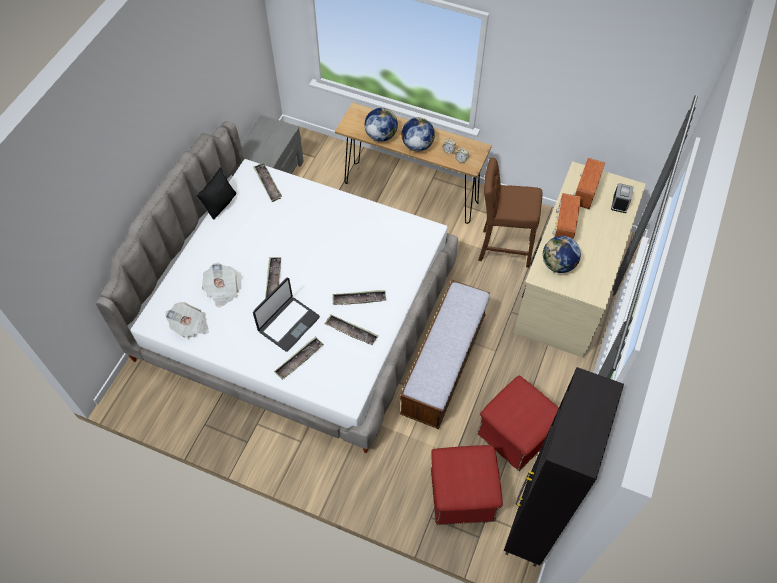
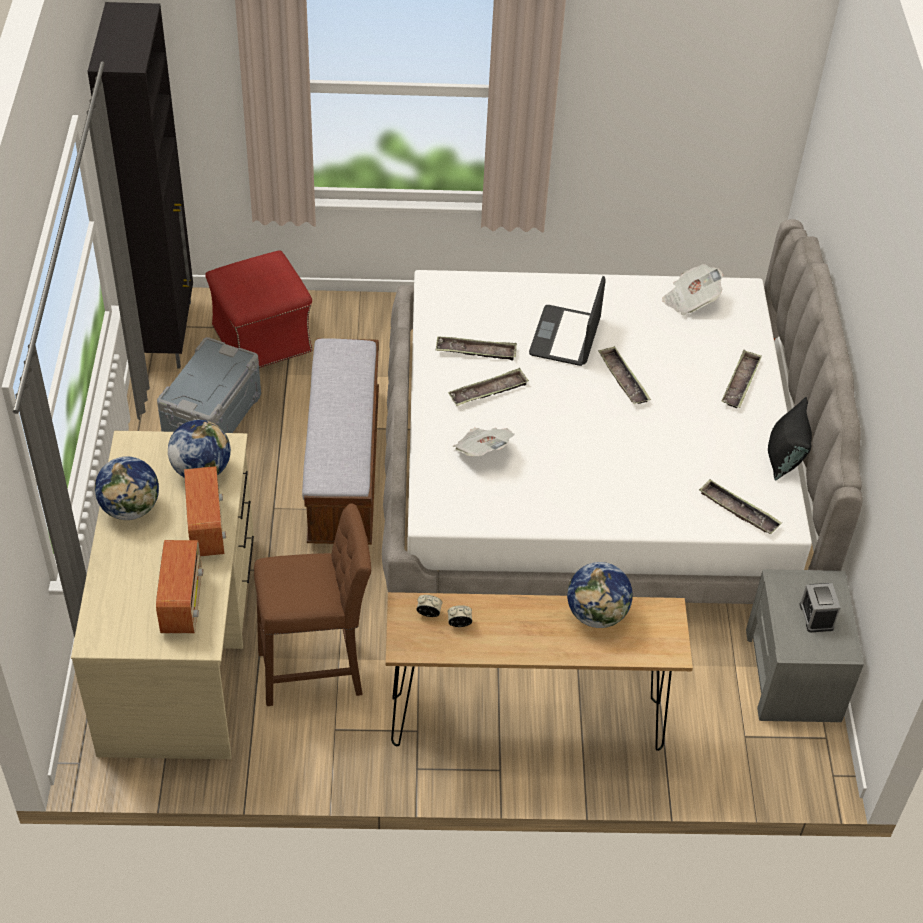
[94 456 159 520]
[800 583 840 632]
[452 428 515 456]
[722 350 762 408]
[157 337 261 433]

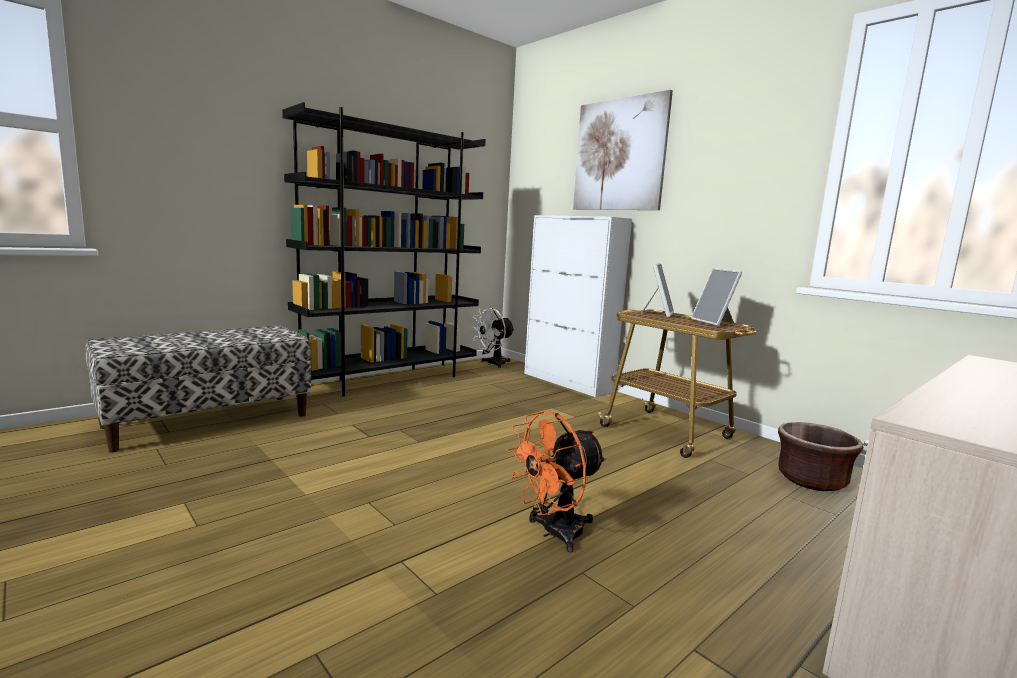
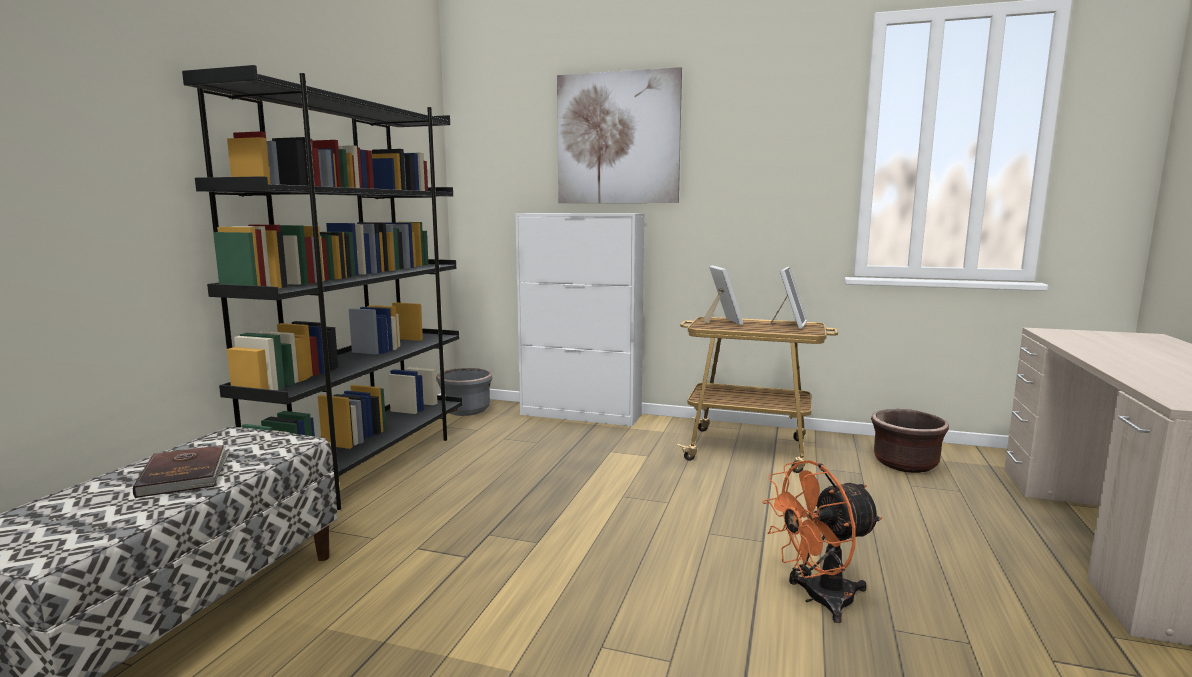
[769 267 807 329]
[436 368 492 416]
[762 460 882 623]
[133 445 230 498]

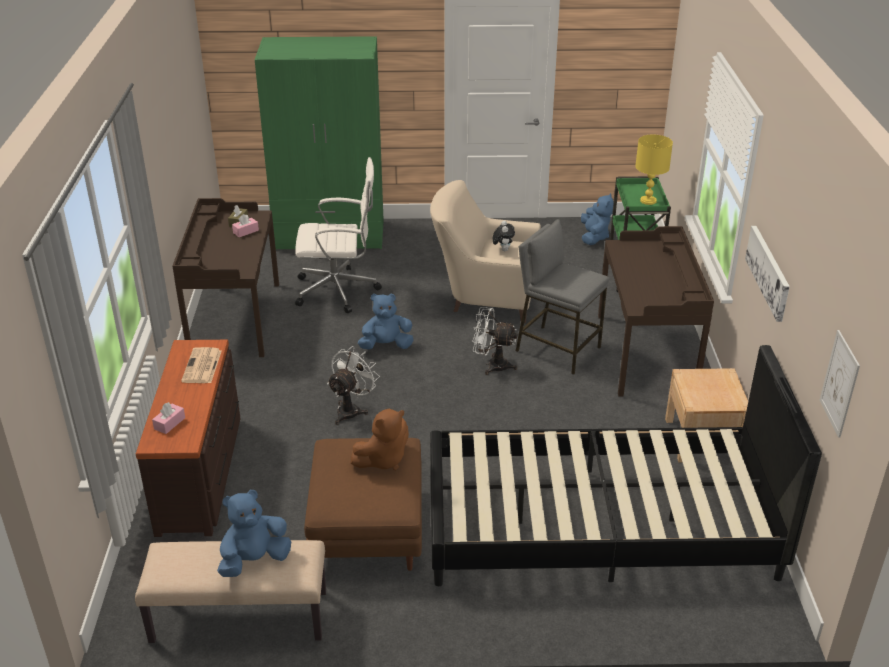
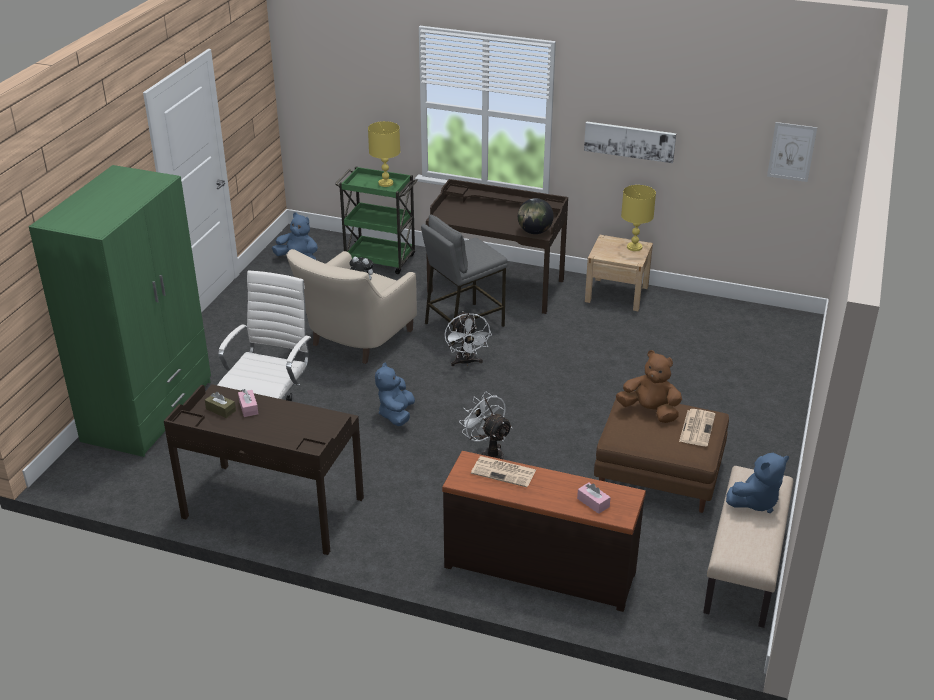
[444 311 492 366]
[430 345 822 586] (first image)
[616 350 682 423]
[726 453 789 513]
[621 185 656 251]
[518 198 554 234]
[679 409 715 447]

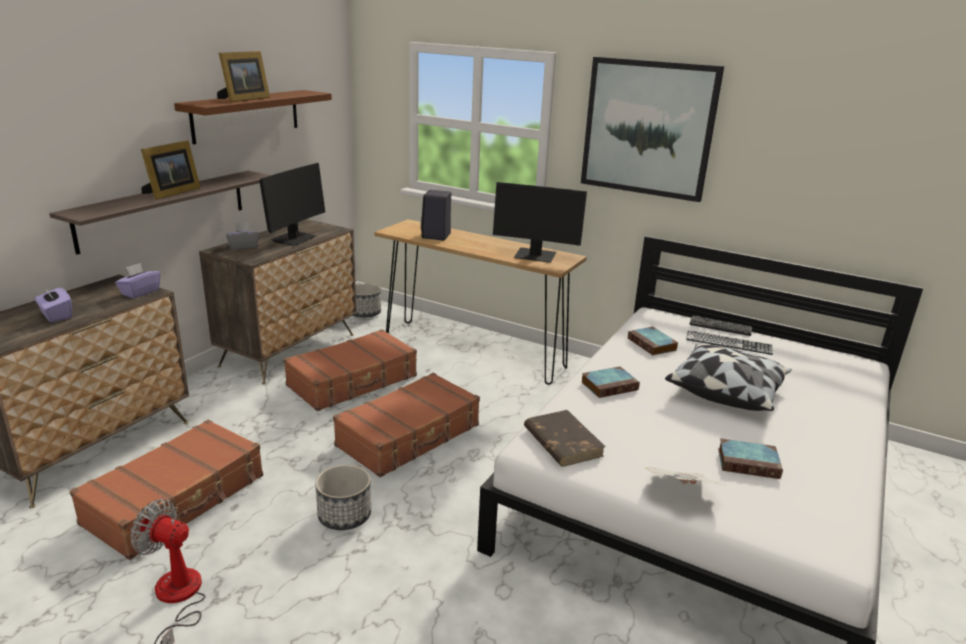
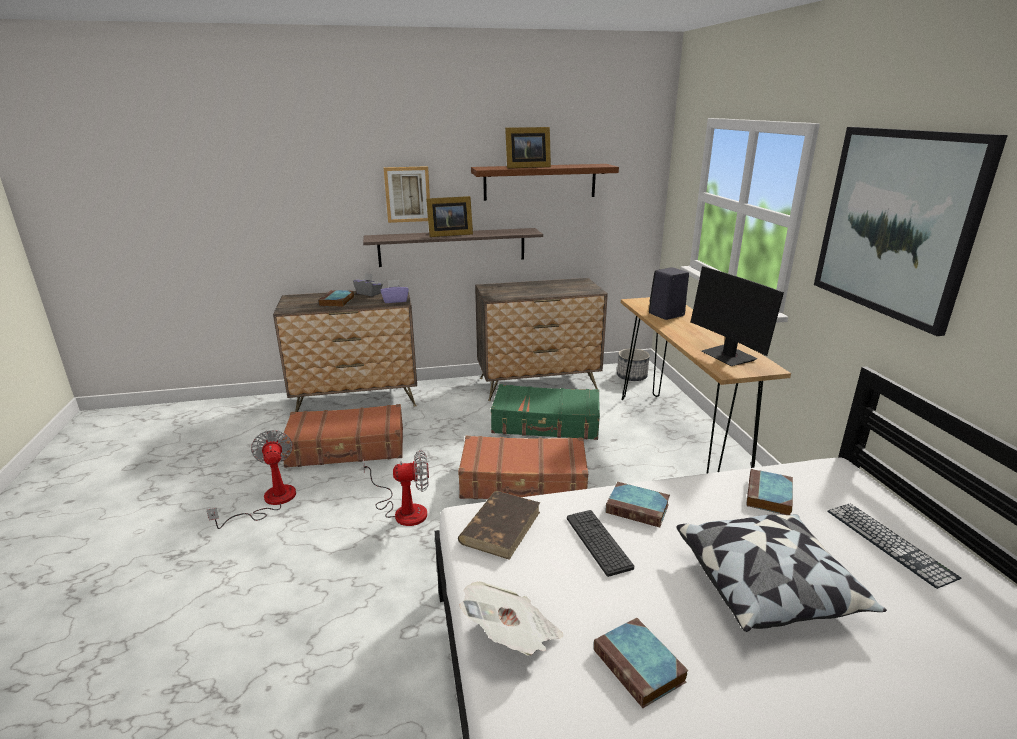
[259 163 325 246] (first image)
[353 273 383 296]
[318 290 354 307]
[567 510 634 577]
[491 384 600 440]
[363 450 429 526]
[384 166 430 223]

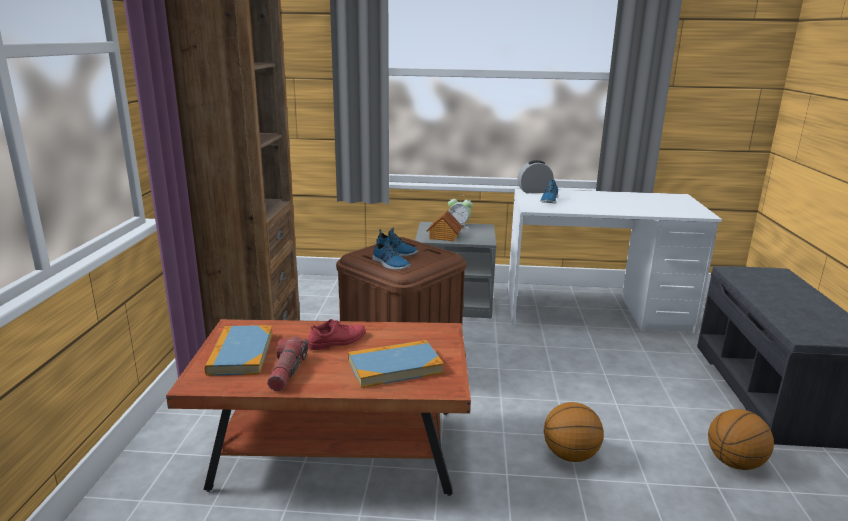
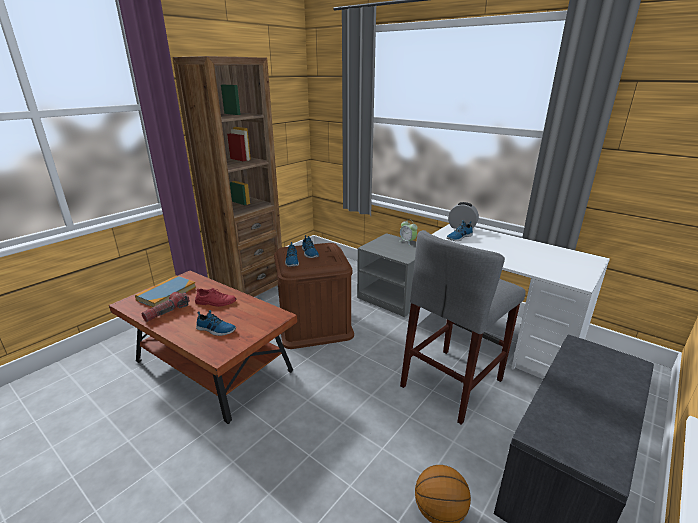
[427 210 463 242] (first image)
[196 310 236 336]
[544 402 604 462] (first image)
[400 230 526 425]

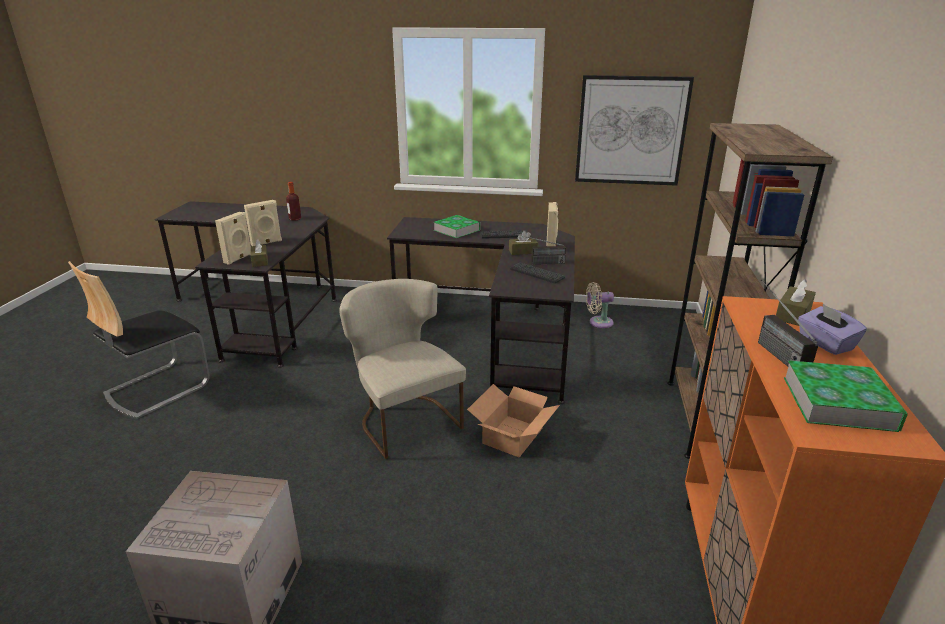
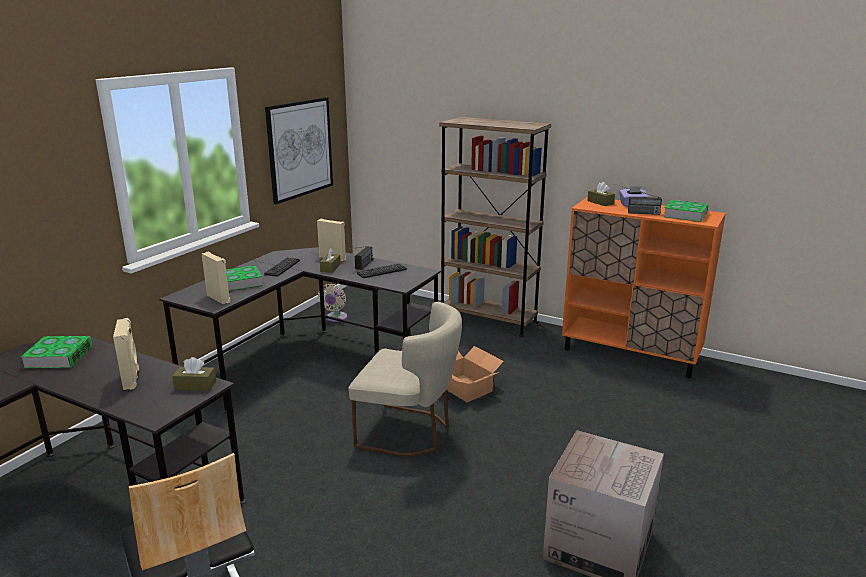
[21 336 92 368]
[202 251 230 304]
[349 301 462 457]

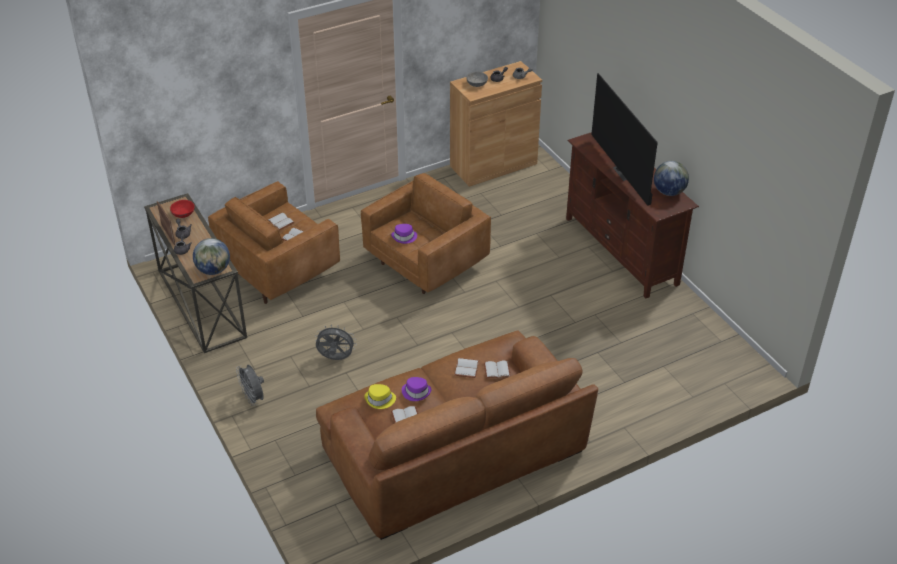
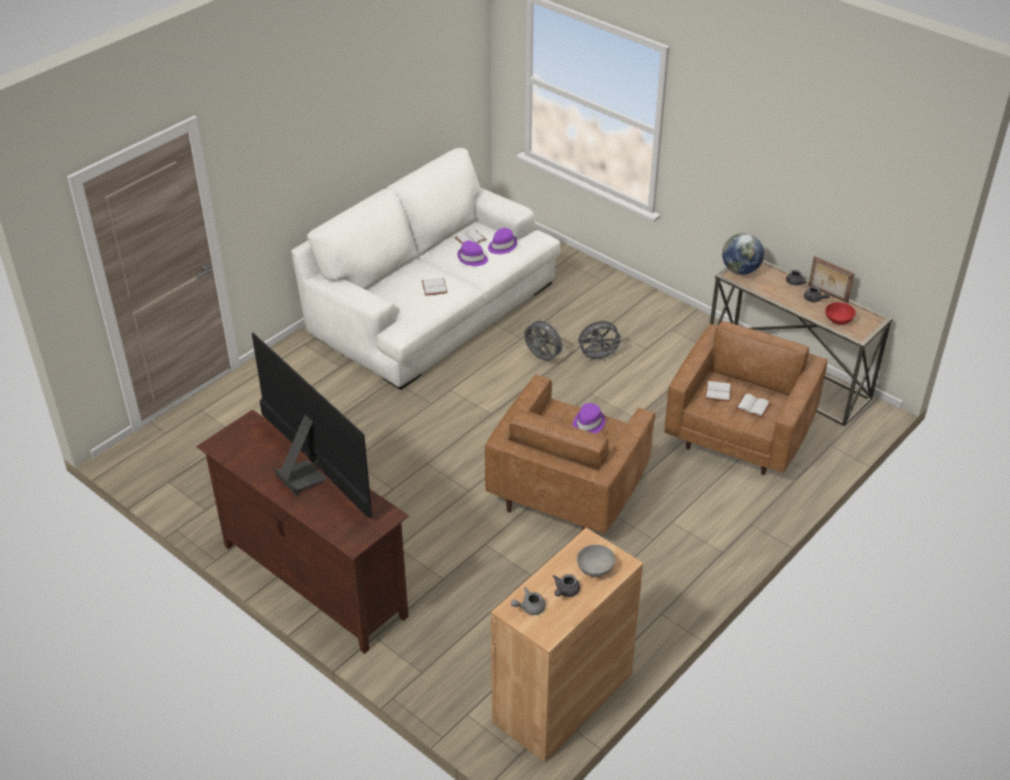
[654 161 689 196] (first image)
[291 148 560 390]
[484 360 511 379] (first image)
[524 317 566 361]
[488 228 517 254]

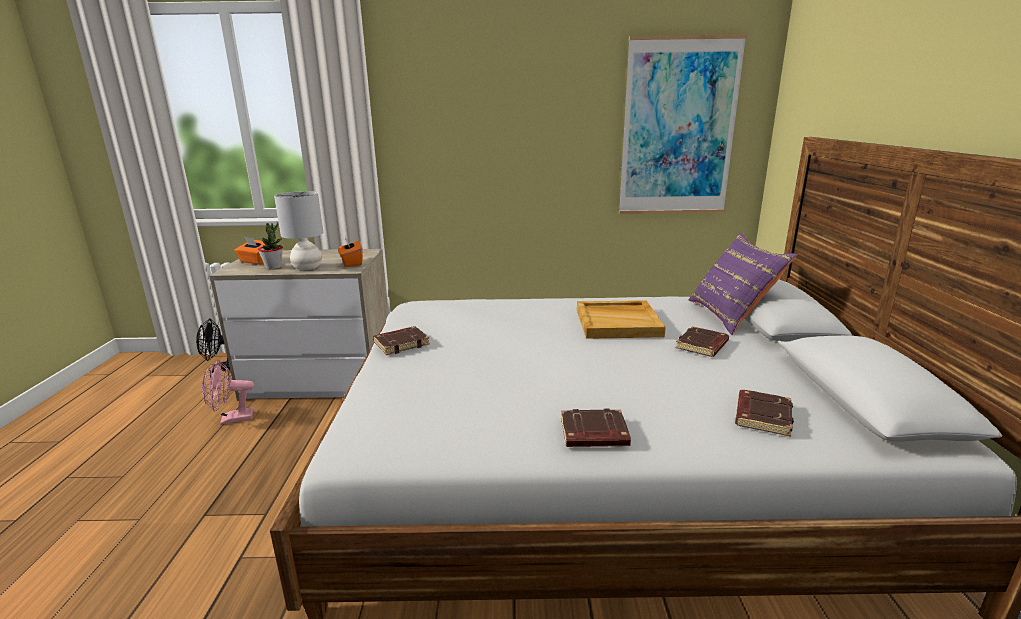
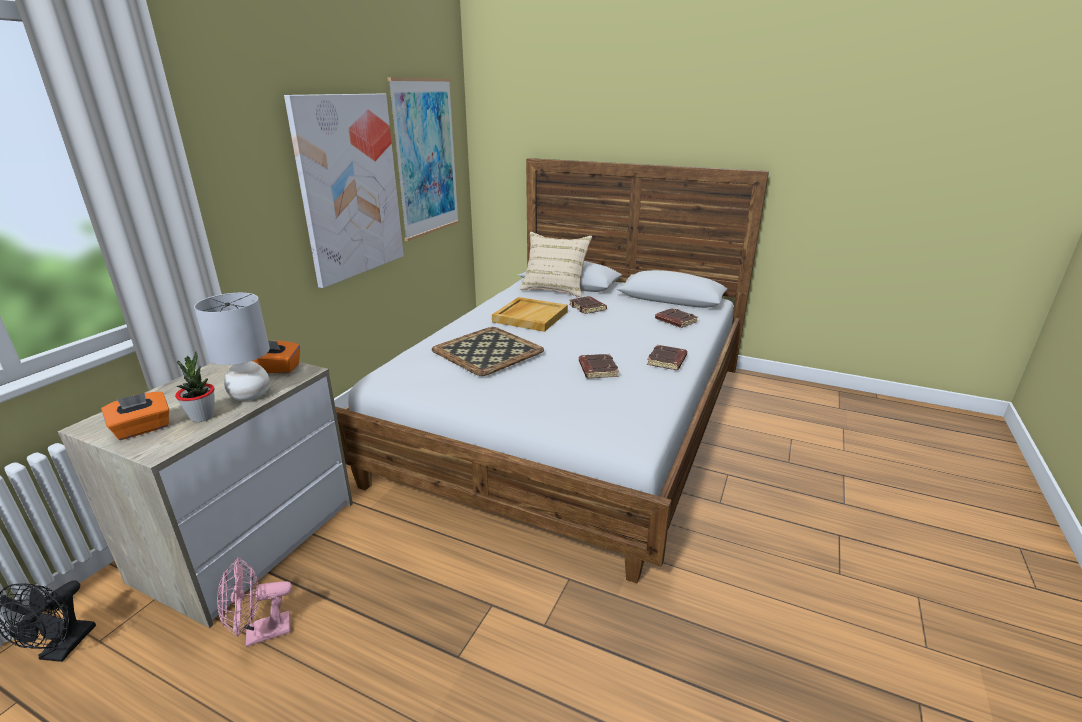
[520 232 592 297]
[579 354 619 379]
[217 557 292 647]
[284 94 404 288]
[432 327 544 376]

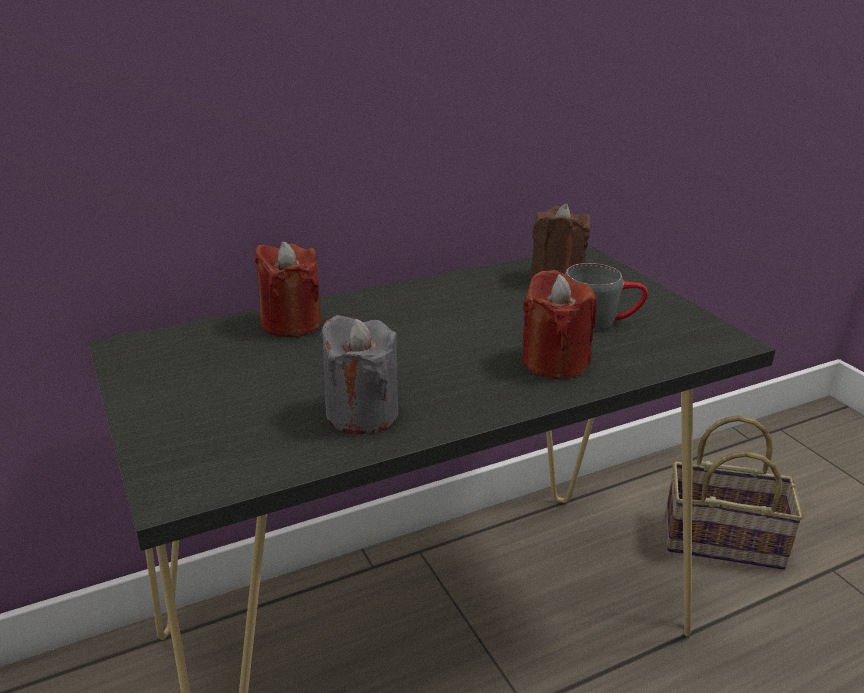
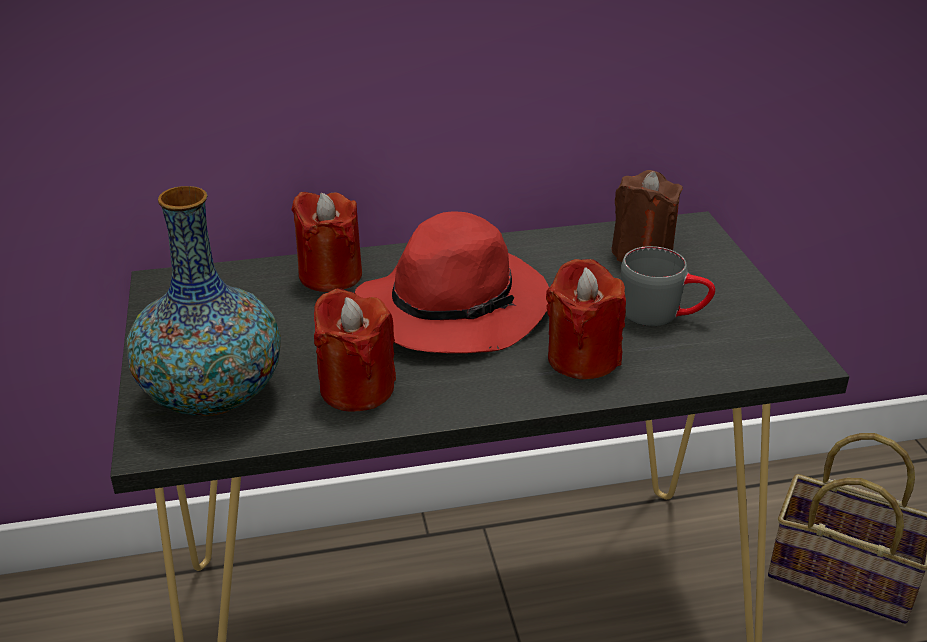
[314 288 396 411]
[126 186 281 416]
[355 212 549 353]

